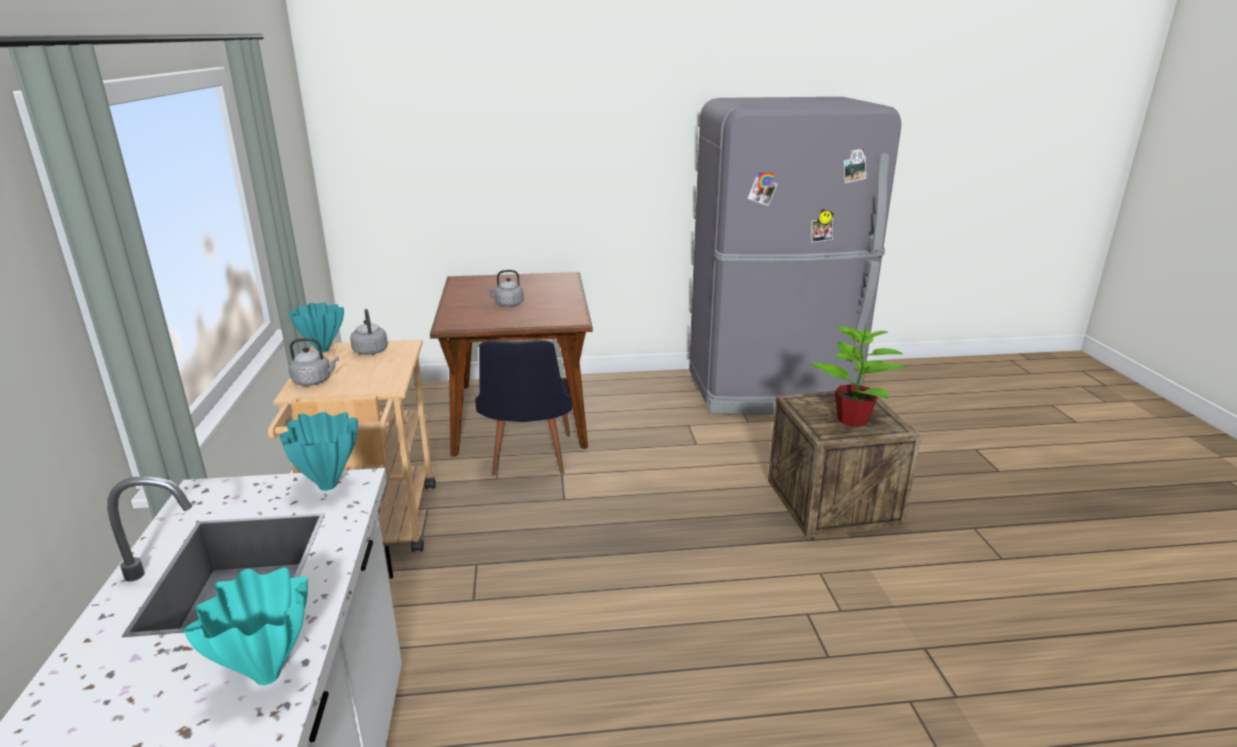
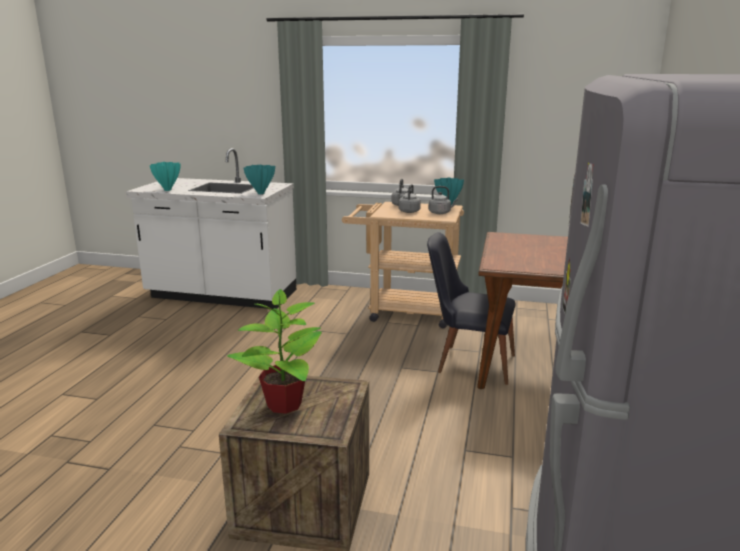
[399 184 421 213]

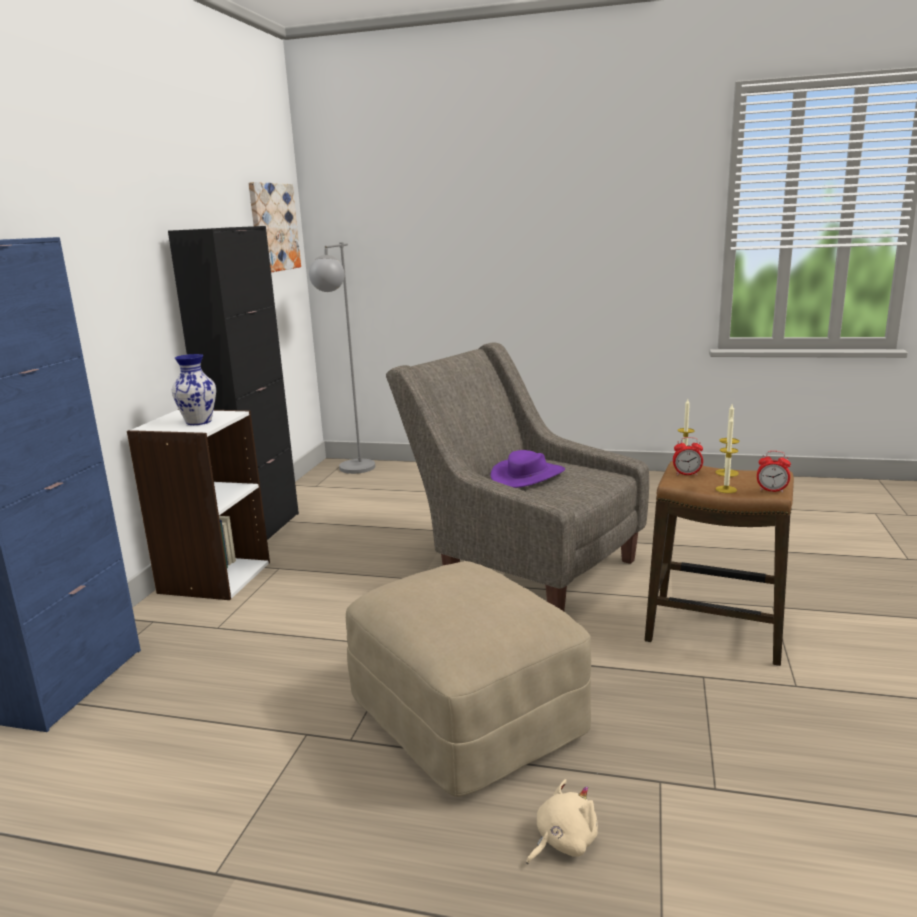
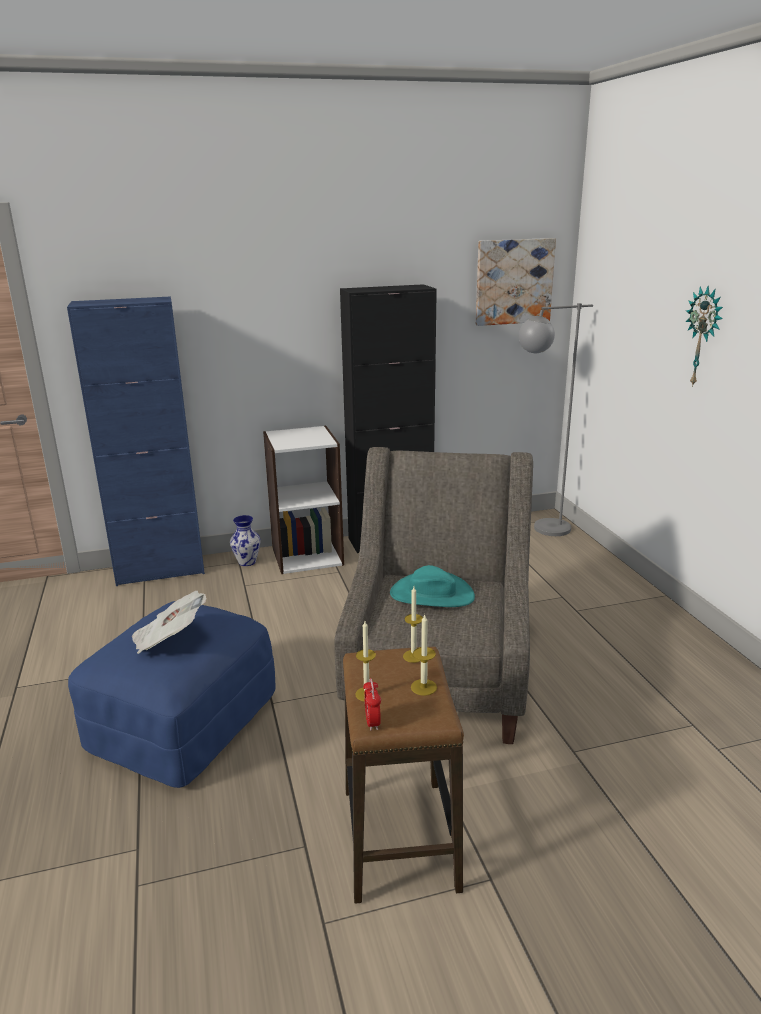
[230 515 260 566]
[673 437 703 475] (first image)
[390 565 475 607]
[68 601 276 788]
[526 779 598 865] (first image)
[685 285 723 387]
[132 591 206 654]

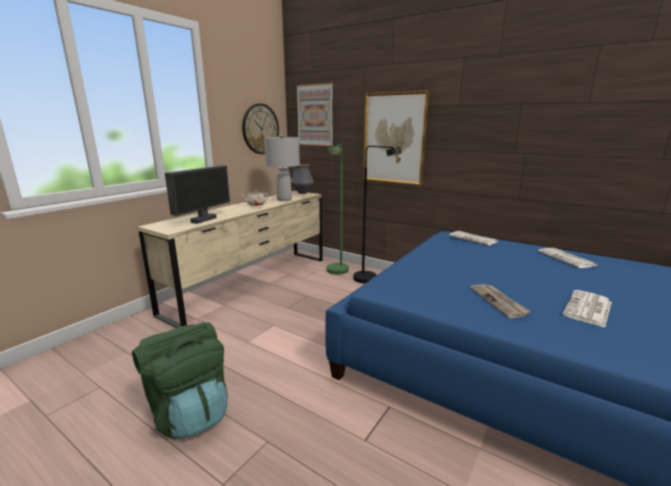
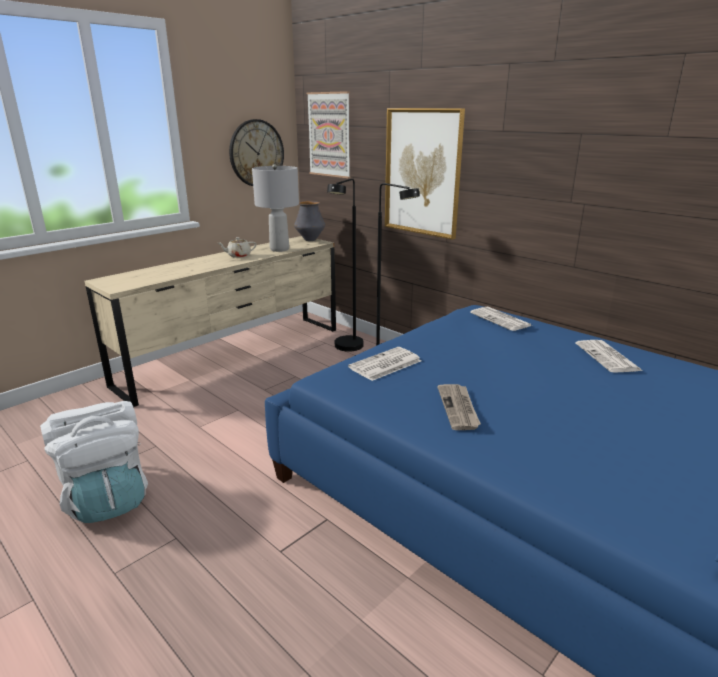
[327 179 364 352]
[165 165 230 224] (first image)
[348 347 421 381]
[40 401 148 523]

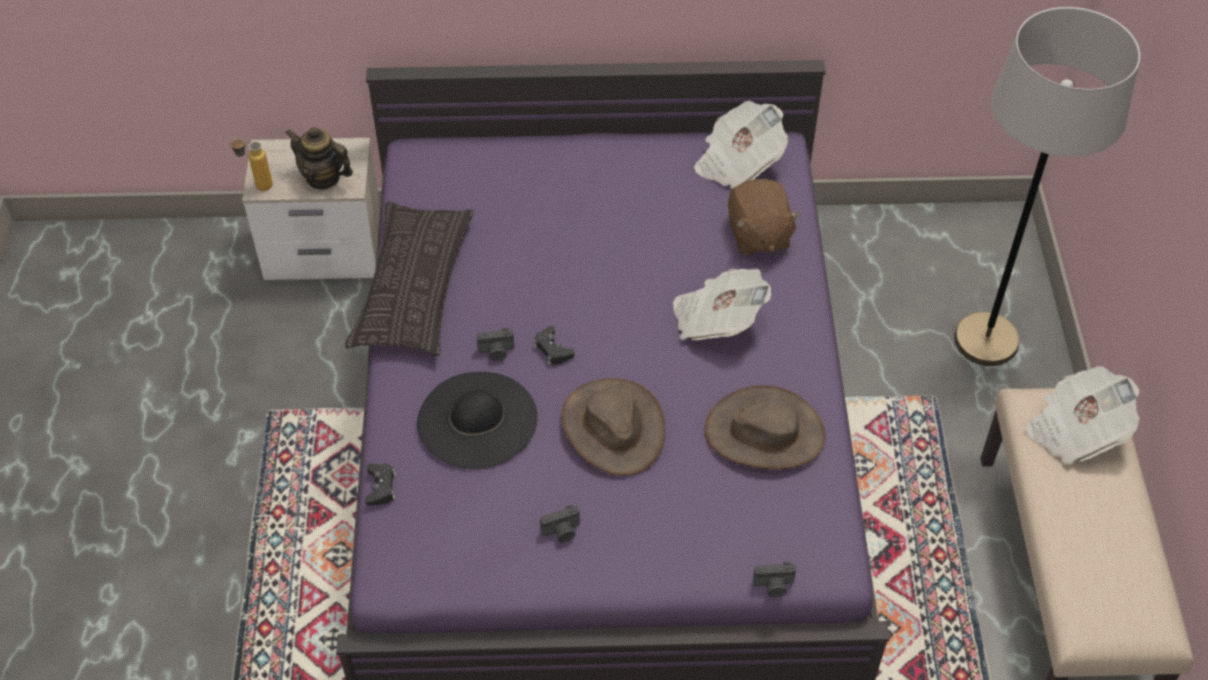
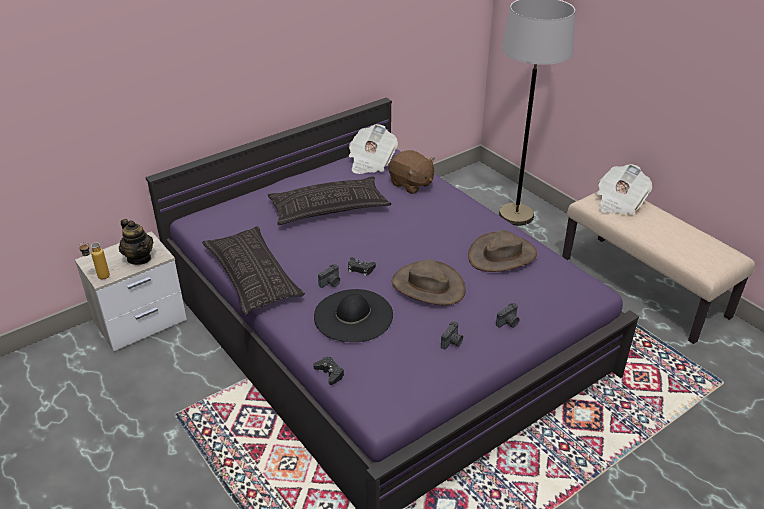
[119 219 153 265]
[673 269 771 340] (first image)
[496 303 520 328]
[268 176 391 225]

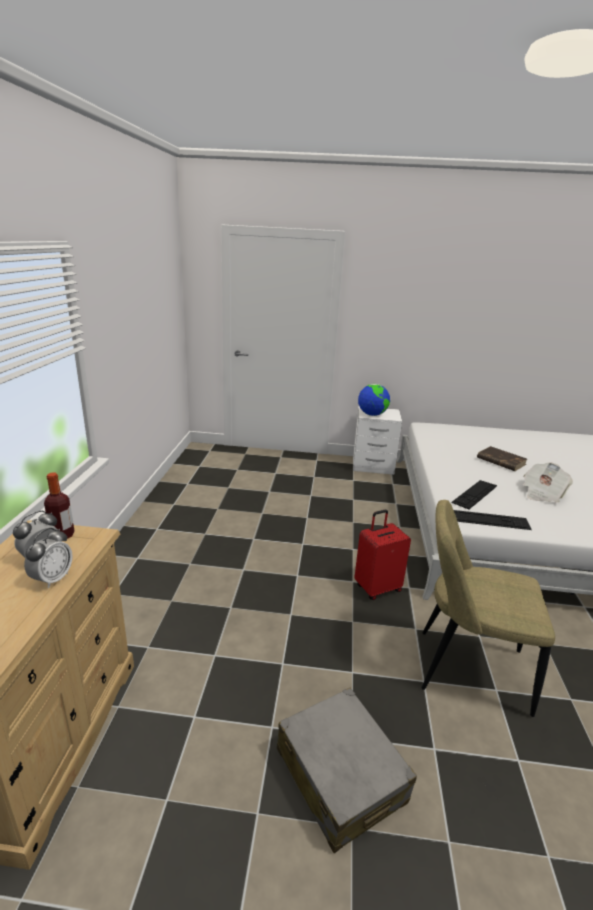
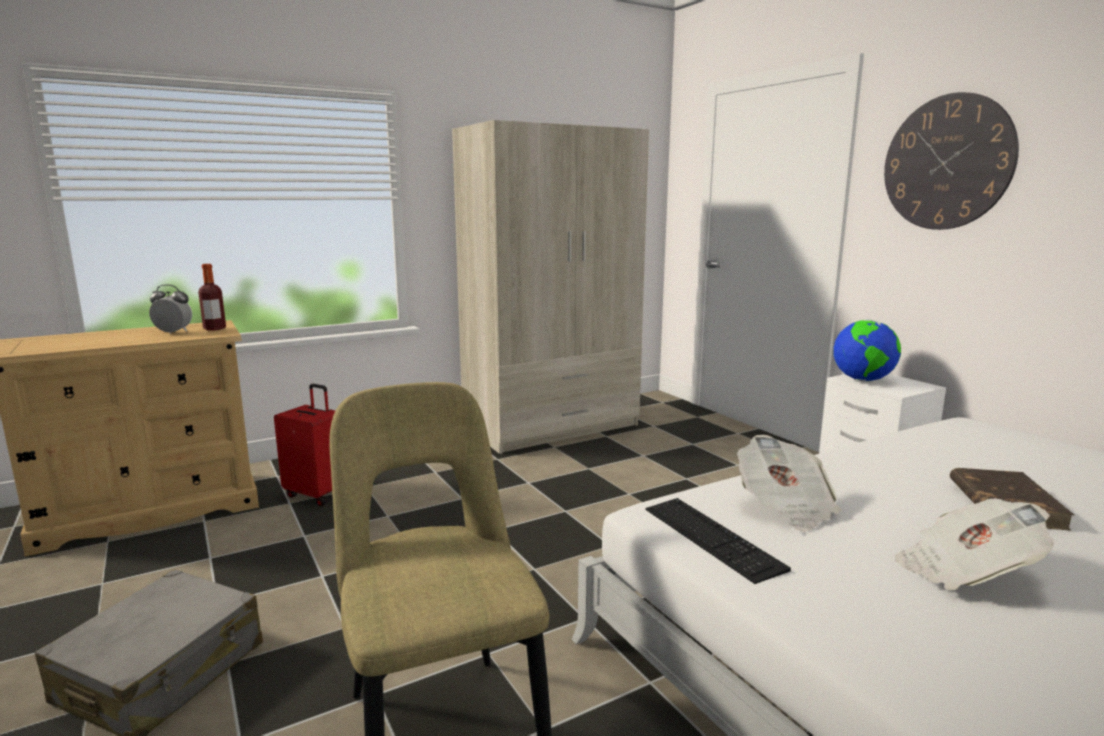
[737 435 841 532]
[274 384 335 506]
[24 528 73 588] (first image)
[884 92 1019 230]
[452 120 649 454]

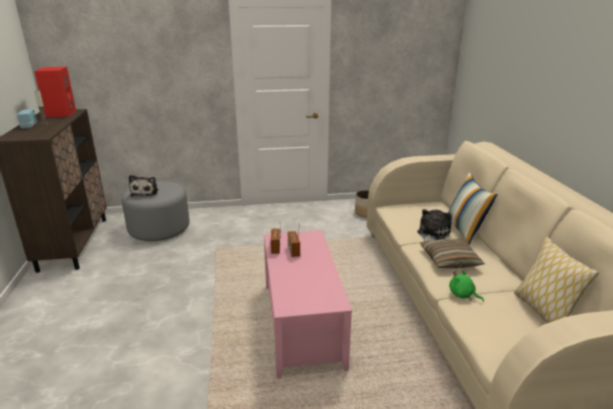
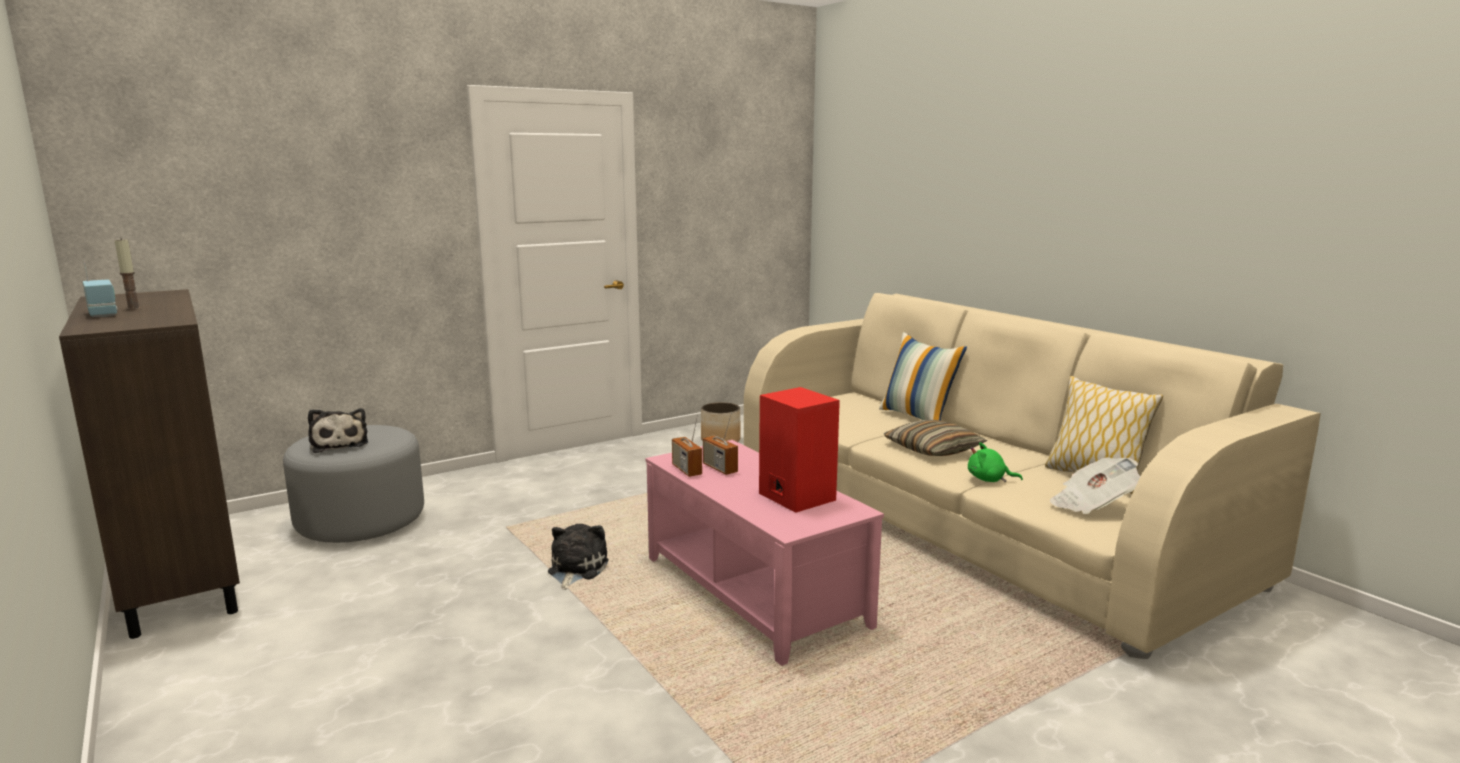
[759 387 840 513]
[548 524 609 590]
[1050 457 1141 514]

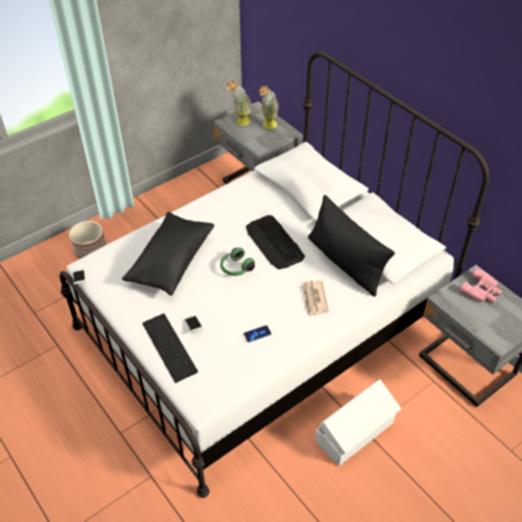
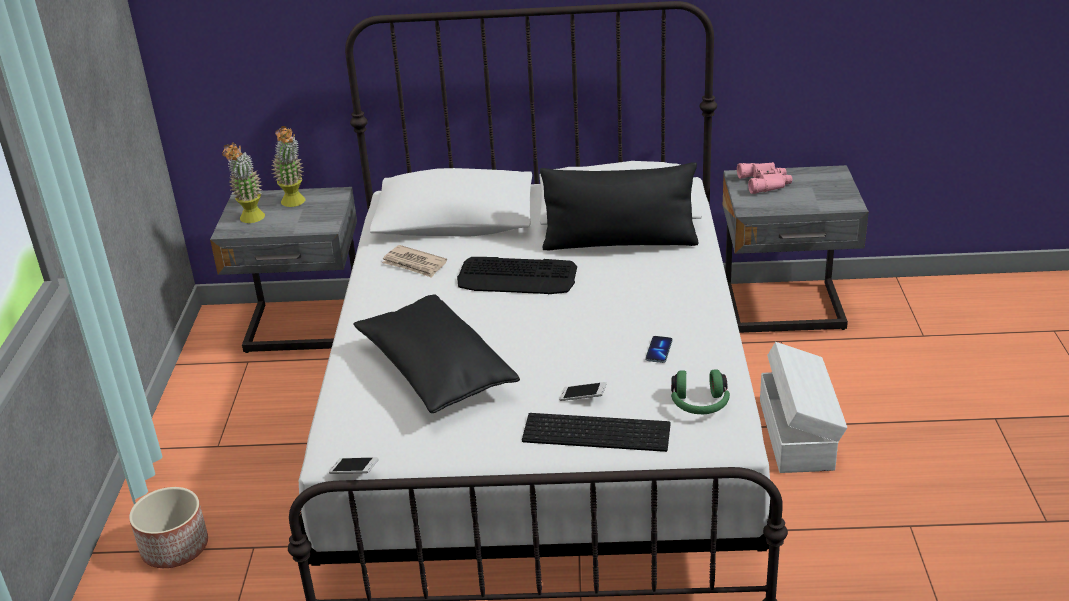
[671 369 730 414]
[382 245 447 278]

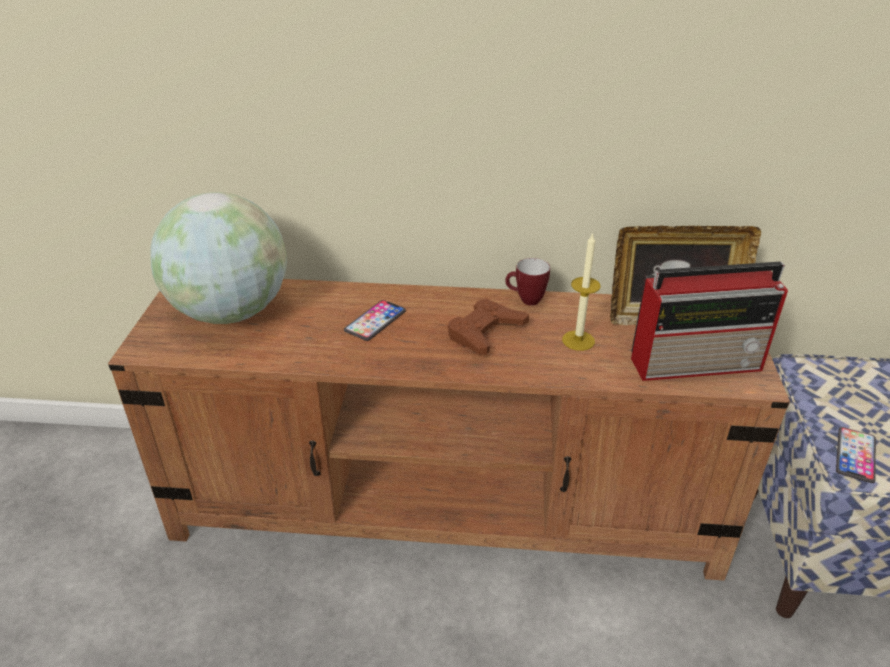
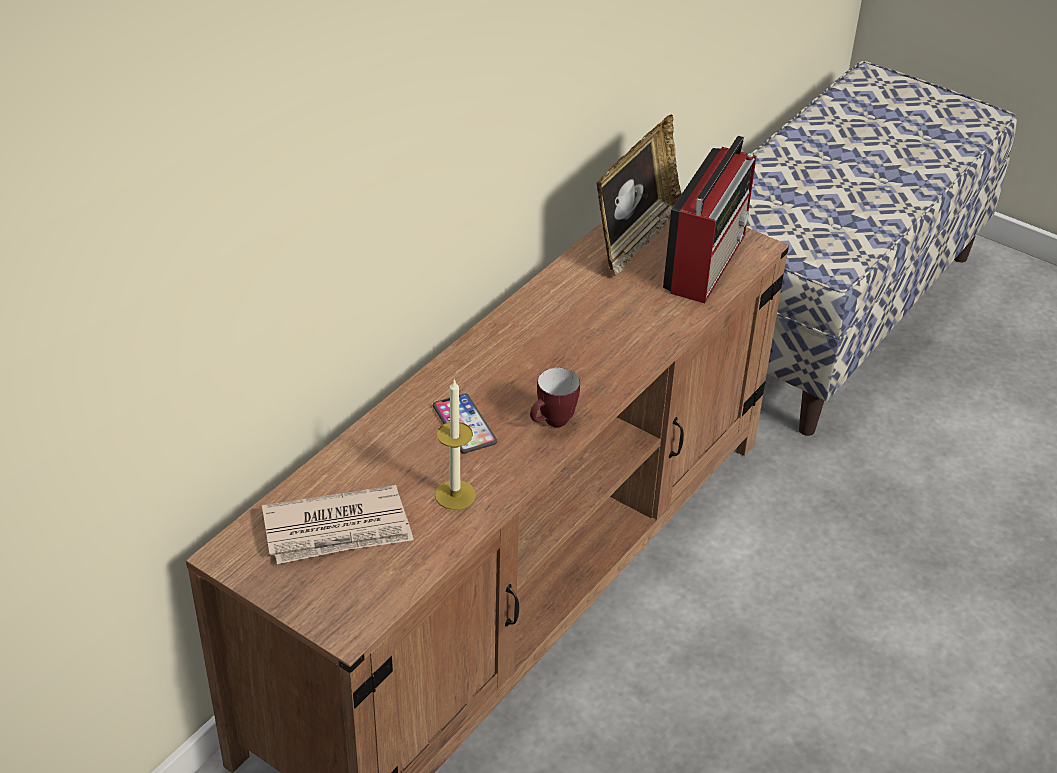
[262 485 414 564]
[435 379 476 510]
[530 368 580 427]
[448 299 529 355] (first image)
[836 427 876 483] (first image)

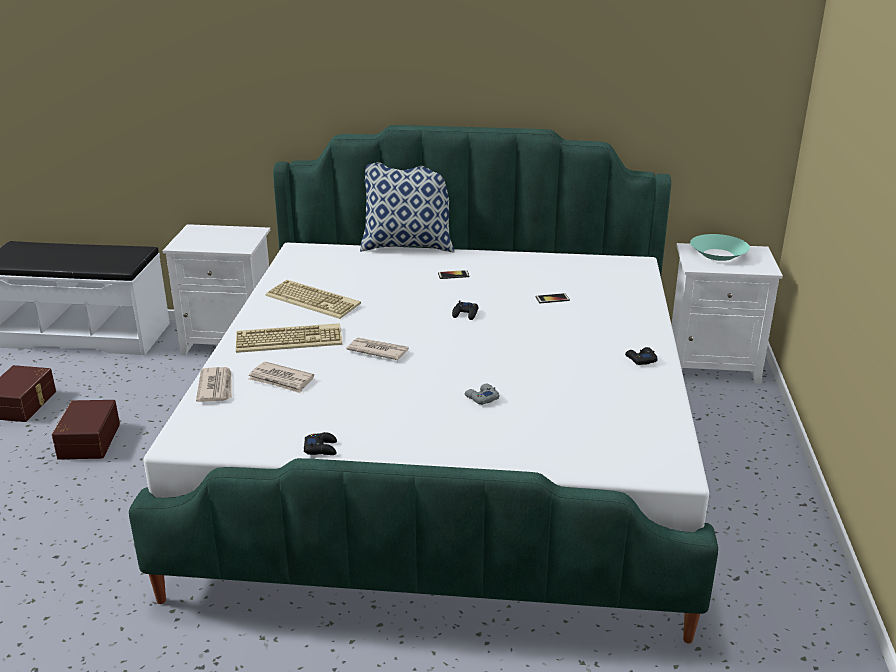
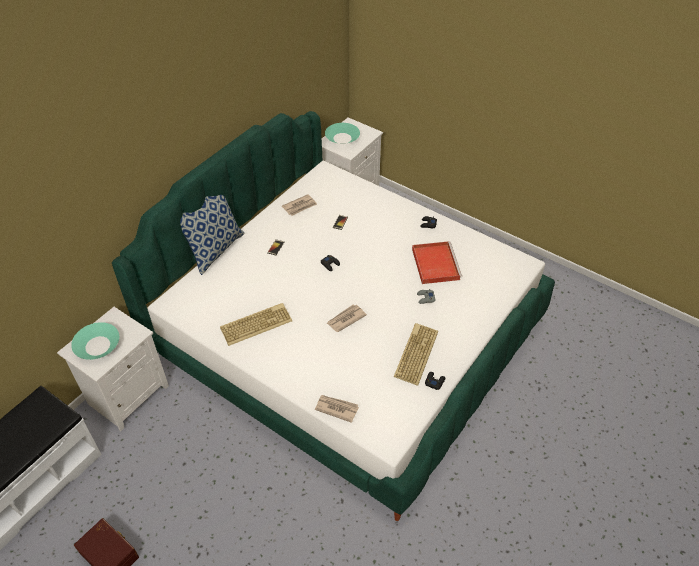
[394 323 438 386]
[282 194 317 216]
[52 400 120 460] (first image)
[412 241 462 284]
[71 322 119 360]

